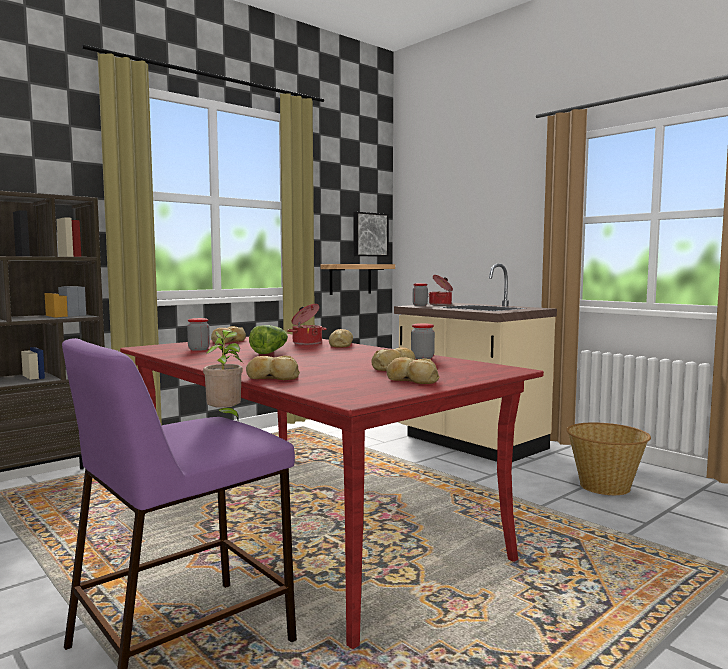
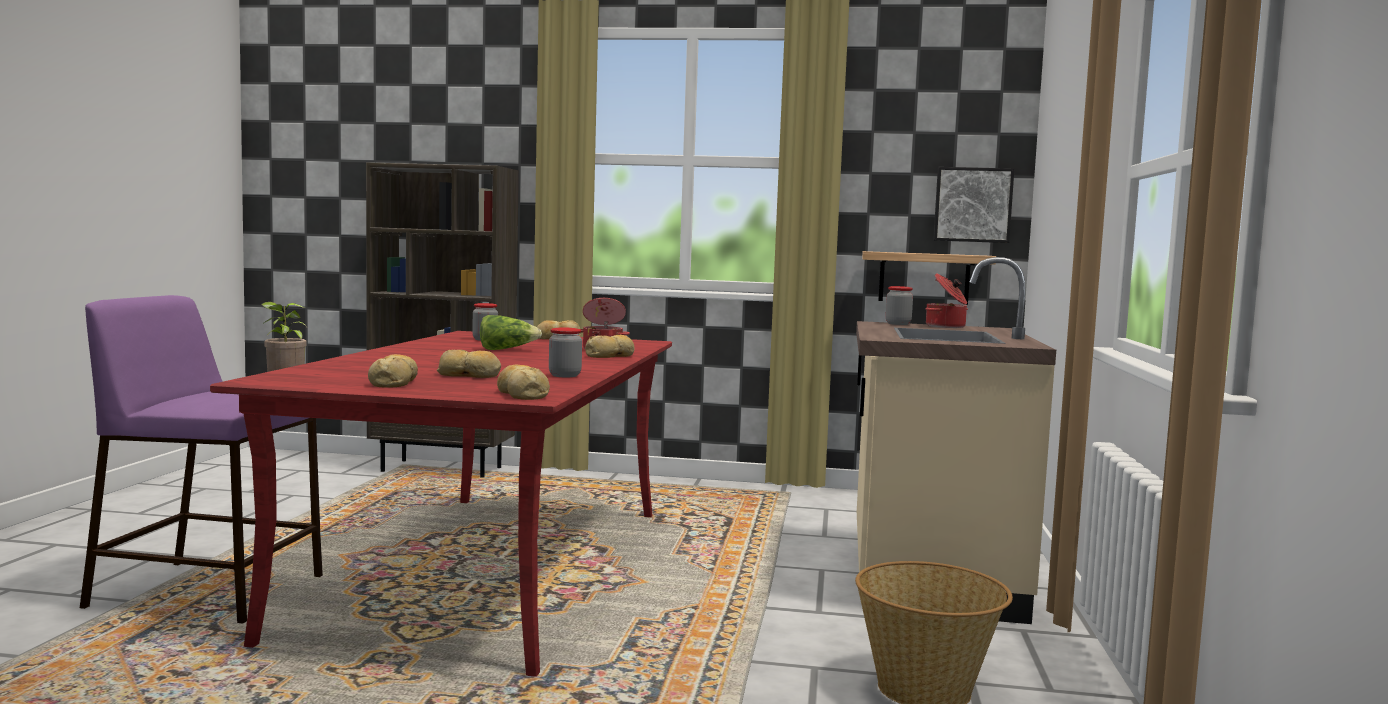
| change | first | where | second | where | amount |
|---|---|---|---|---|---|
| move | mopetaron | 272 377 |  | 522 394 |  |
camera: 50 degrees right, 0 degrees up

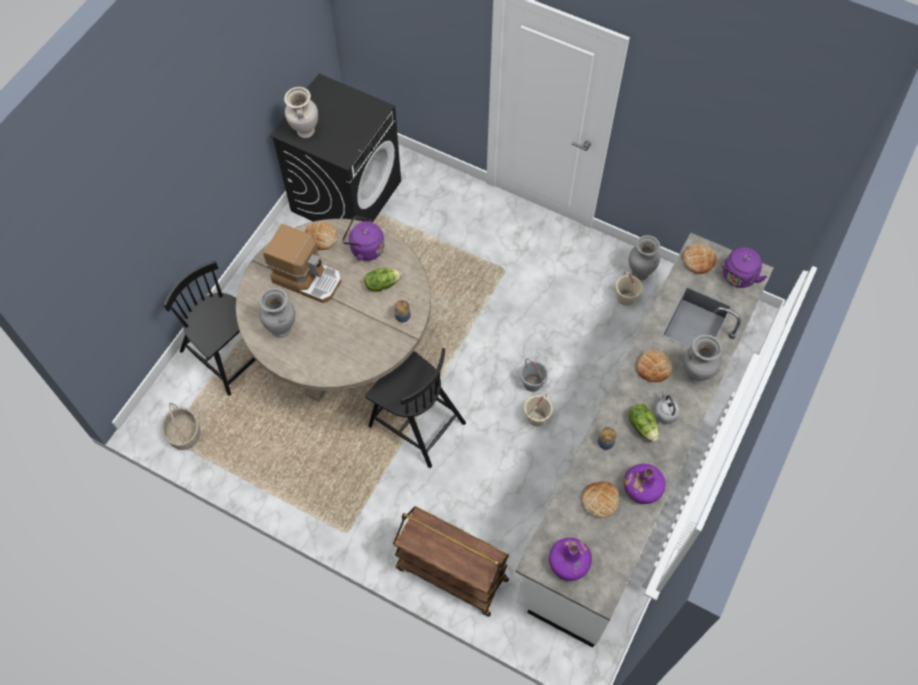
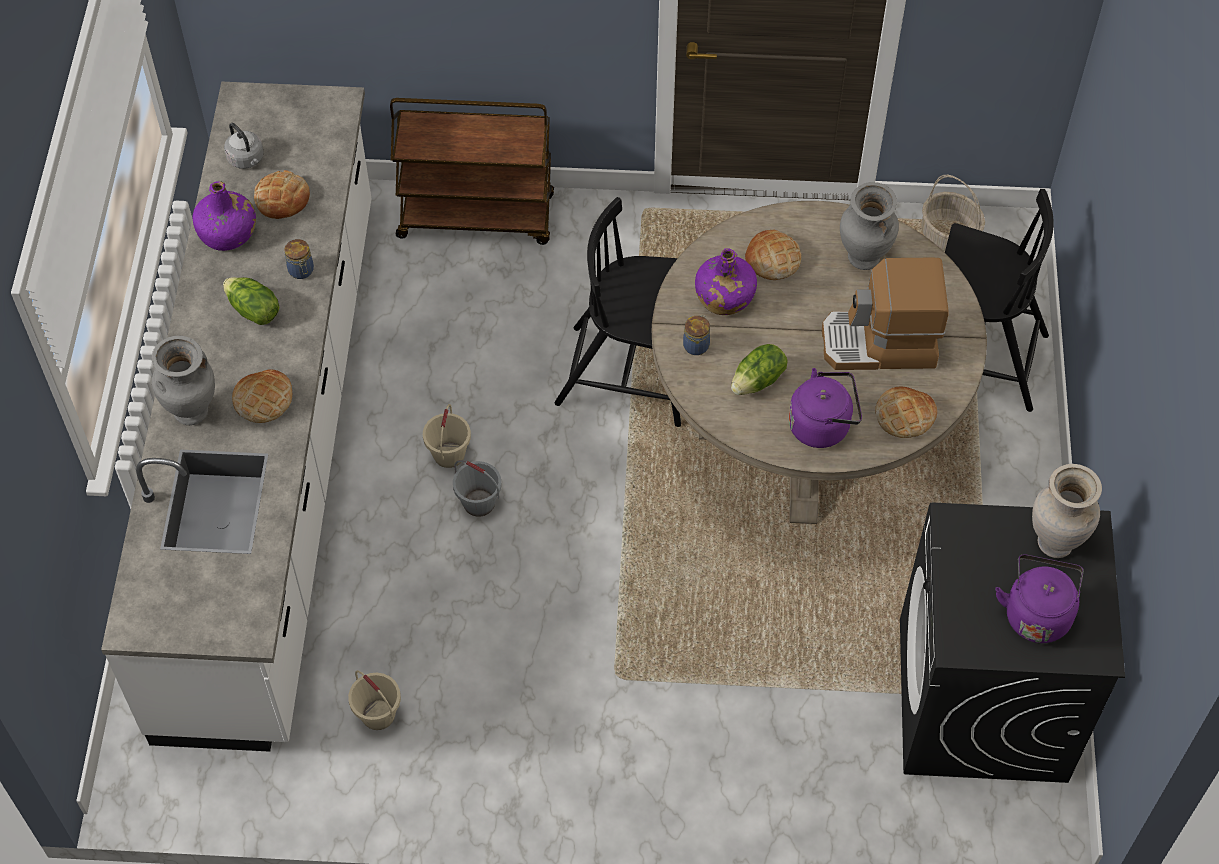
| change | first | where | second | where | amount |
|---|---|---|---|---|---|
| delete | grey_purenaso | 640 273 |  |  |  |
| move | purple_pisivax | 569 563 |  | 723 297 |  |
| move | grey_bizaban | 665 412 |  | 247 159 |  |
| move | mopetaron | 698 260 |  | 772 259 |  |
| move | purple_bizaban | 738 277 |  | 1036 613 |  |
camera: 155 degrees right, 5 degrees down

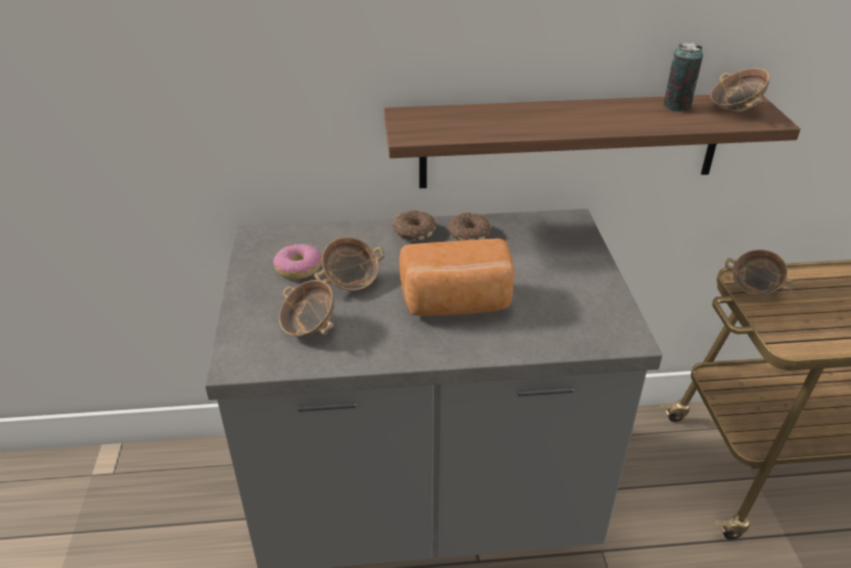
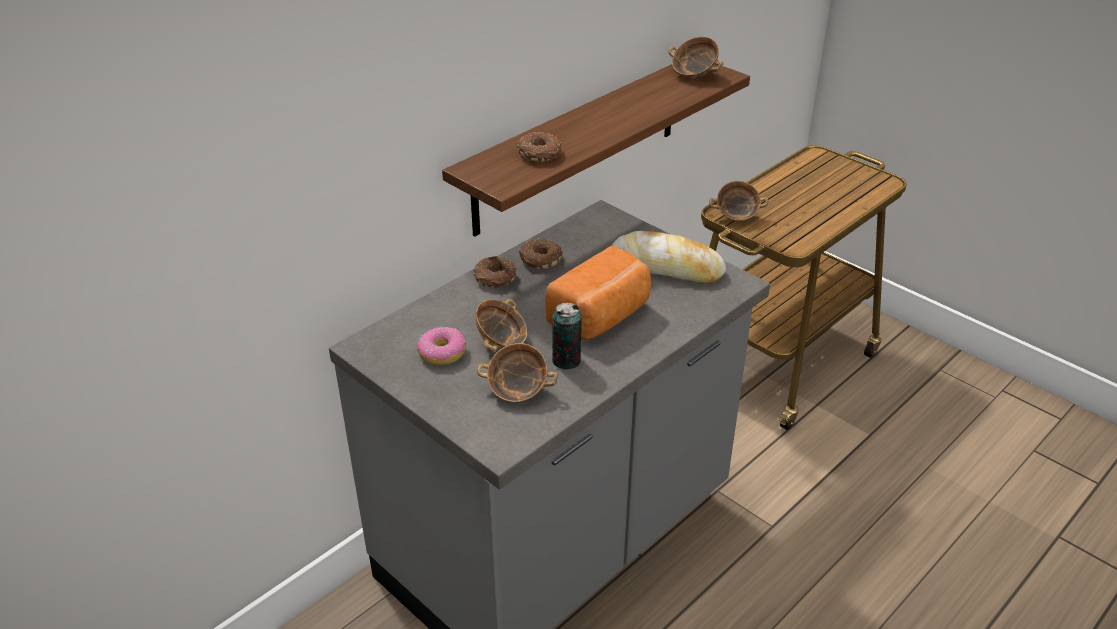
| change | first | where | second | where | amount |
|---|---|---|---|---|---|
| insert |  |  | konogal | 540 154 |  |
| insert |  |  | mopetaron | 666 267 |  |
| move | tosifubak | 677 106 |  | 566 361 |  |
camera: 40 degrees left, 0 degrees up

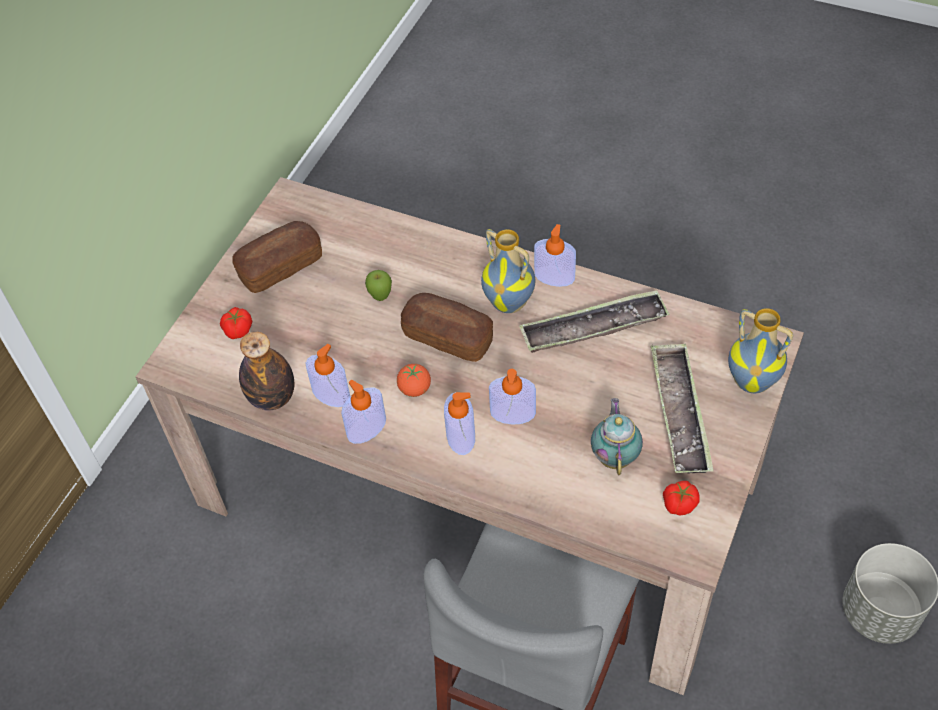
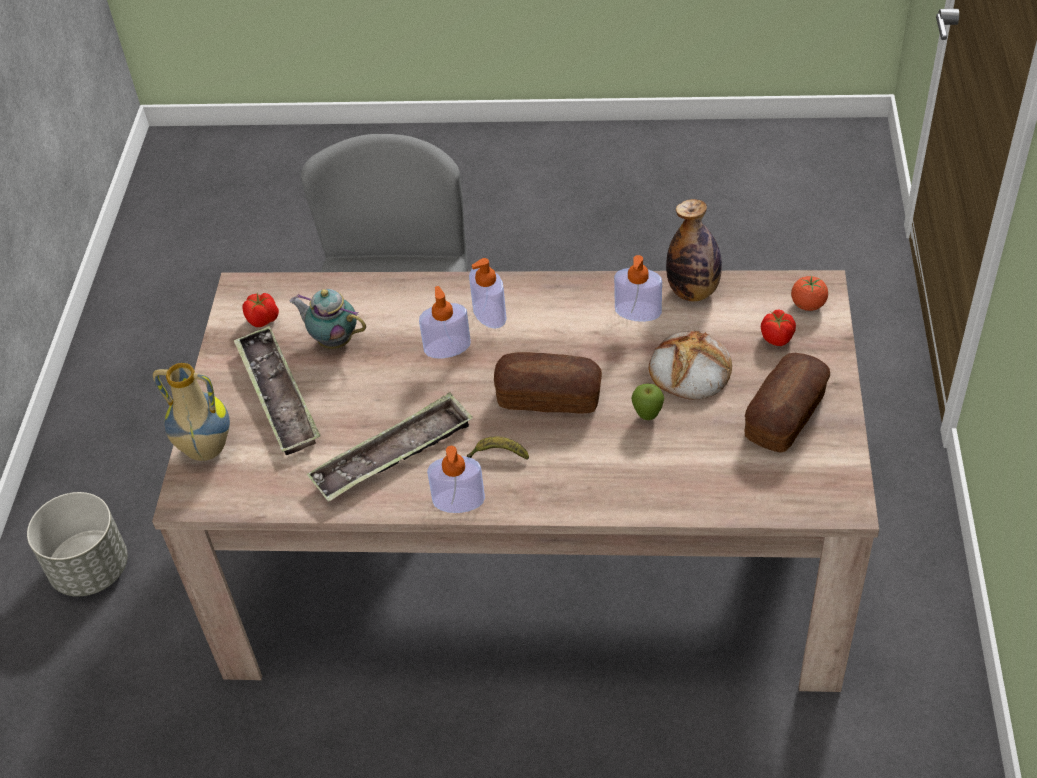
| change | first | where | second | where | amount |
|---|---|---|---|---|---|
| delete | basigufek | 366 428 |  |  |  |
| insert |  |  | mopetaron | 689 370 |  |
| move | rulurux | 415 389 |  | 808 305 |  |
| replace | purenaso | 510 302 | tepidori | 498 455 |  |
| rotate | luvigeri | 615 456 |  | 333 340 | 135 degrees clockwise |
camera: 160 degrees right, 5 degrees down

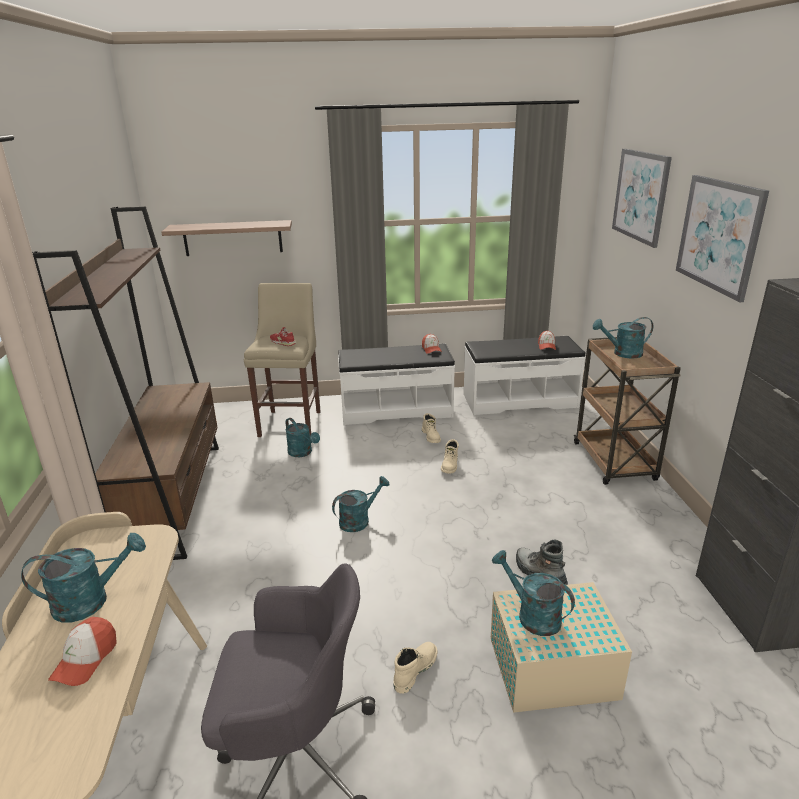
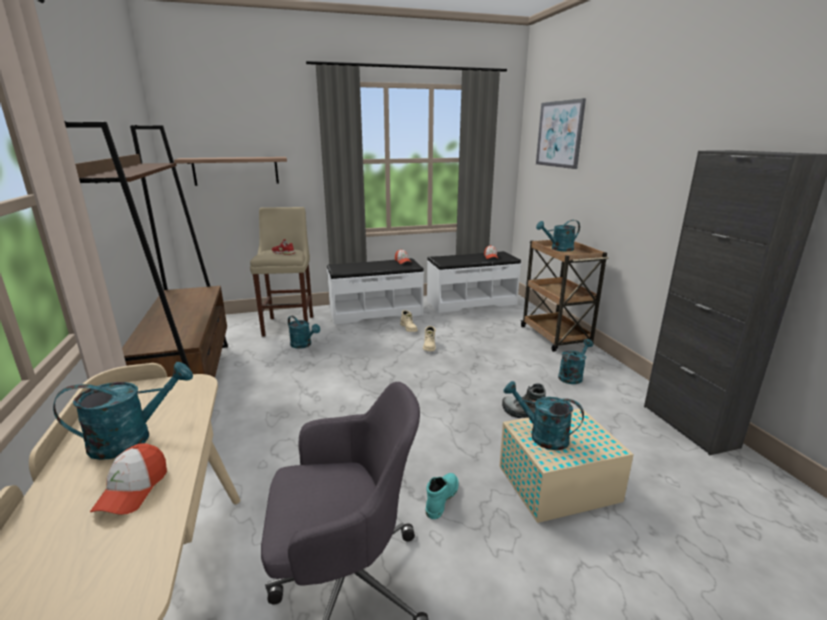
| change | first | where | second | where | amount |
|---|---|---|---|---|---|
| delete | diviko | 719 235 |  |  |  |
| move | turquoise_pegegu | 359 520 |  | 572 376 |  |
| recolor | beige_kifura | 414 669 | turquoise_kifura | 441 498 |  |
camera: 10 degrees left, 5 degrees down

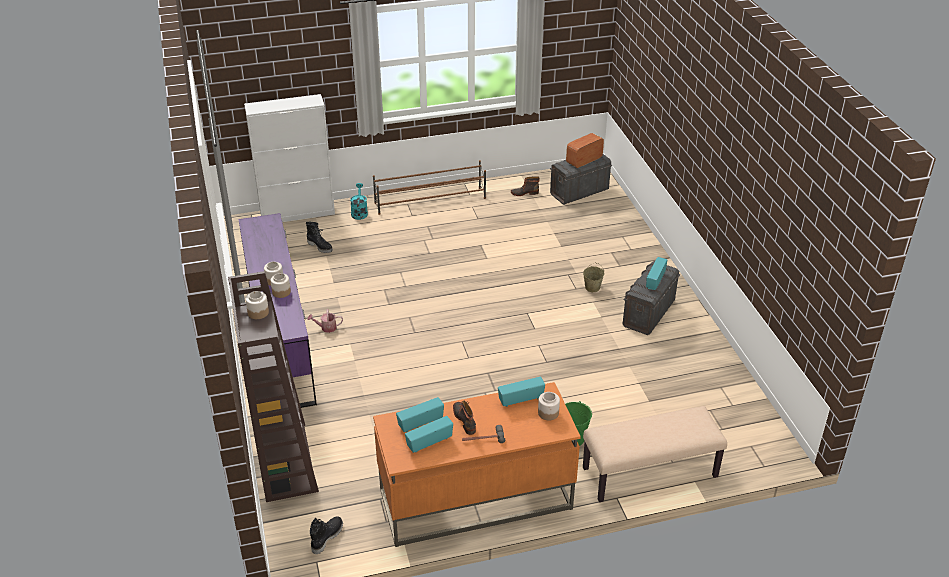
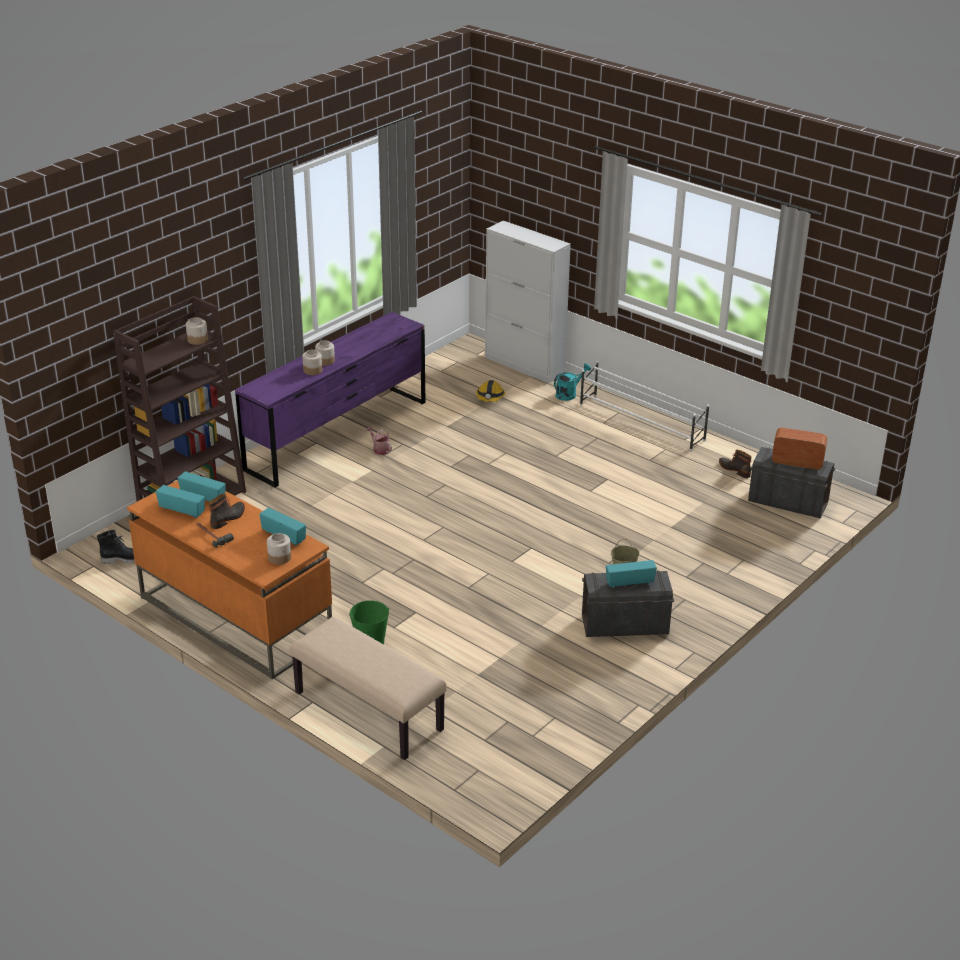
| change | first | where | second | where | amount |
|---|---|---|---|---|---|
| replace | black_kifura | 320 246 | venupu | 490 397 |  |
| recolor | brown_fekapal | 431 201 | white_fekapal | 642 422 |  |
camera: 55 degrees right, 5 degrees down

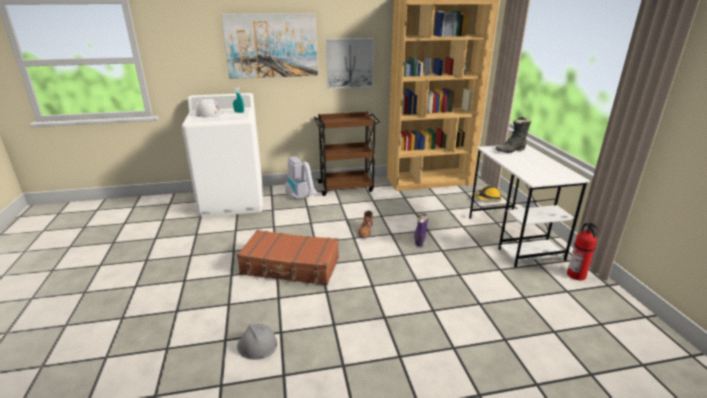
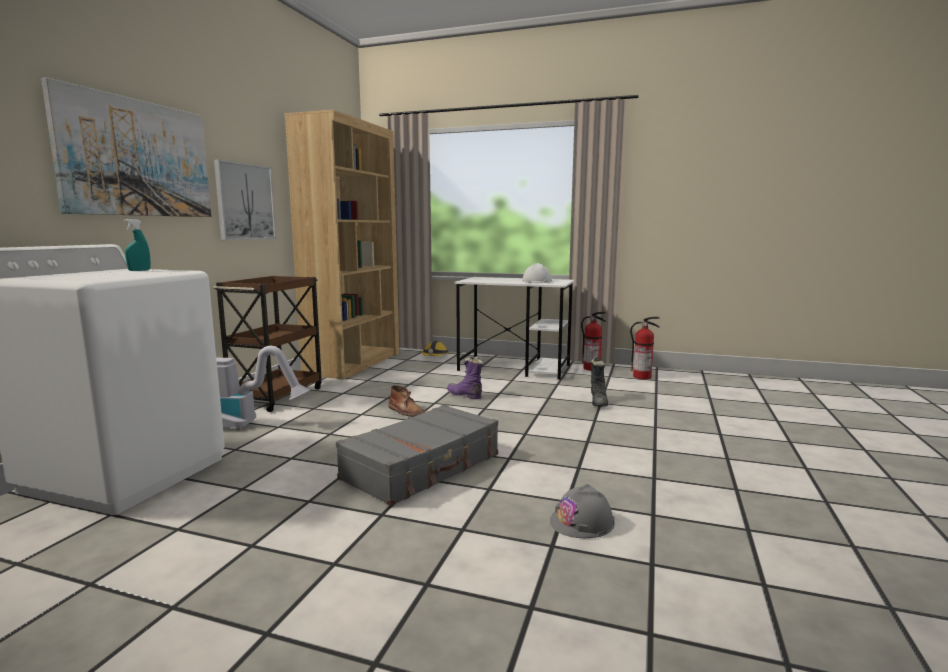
| change | first | where | second | where | amount |
|---|---|---|---|---|---|
| insert |  |  | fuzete | 642 377 |  |
| move | white_venupu | 209 114 |  | 536 281 |  |
| move | black_kifura | 511 150 |  | 599 402 |  |
| recolor | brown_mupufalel | 290 266 | grey_mupufalel | 423 467 |  |
camera: 60 degrees left, 15 degrees down

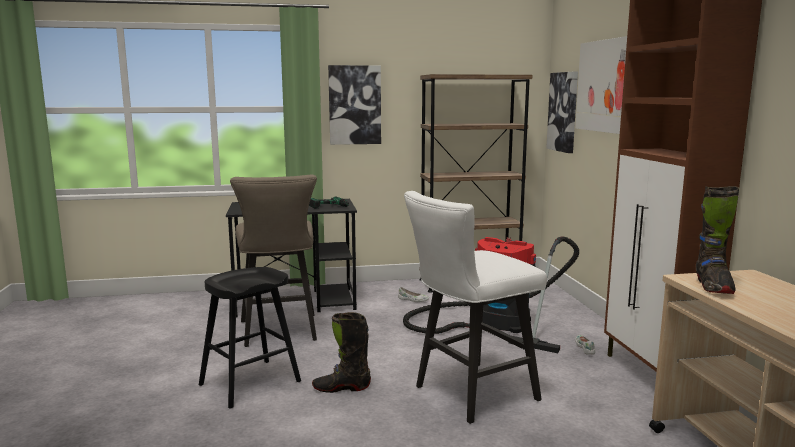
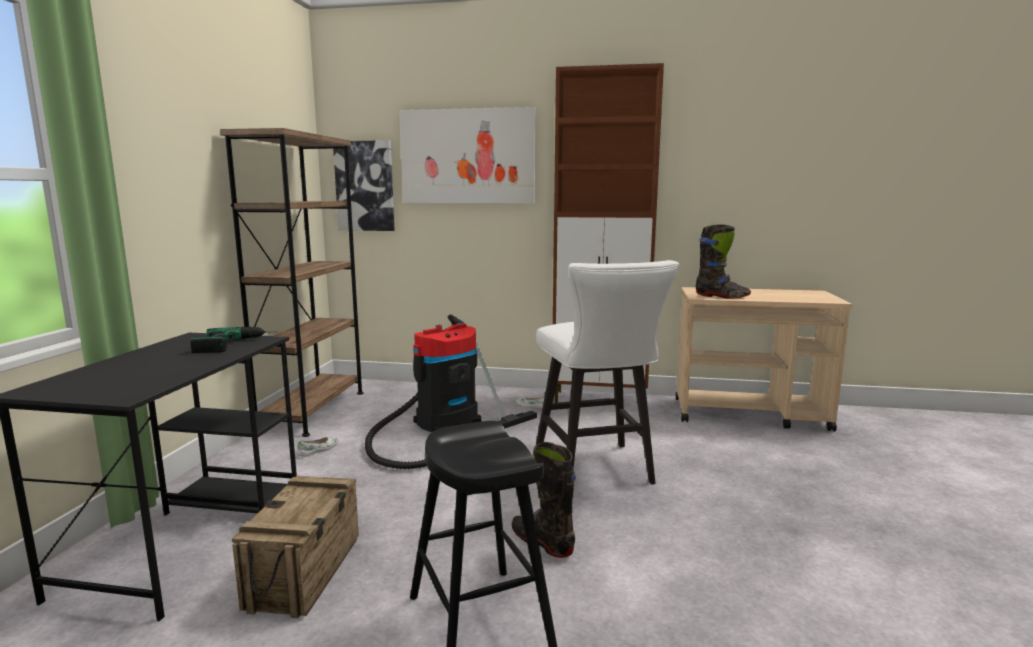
| change | first | where | second | where | amount |
|---|---|---|---|---|---|
| delete | diviko | 354 105 |  |  |  |
| replace | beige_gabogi | 279 333 | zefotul | 306 572 |  |
| rotate | black_kifura | 341 388 |  | 542 542 | 120 degrees clockwise |
camera: 70 degrees left, 0 degrees up

